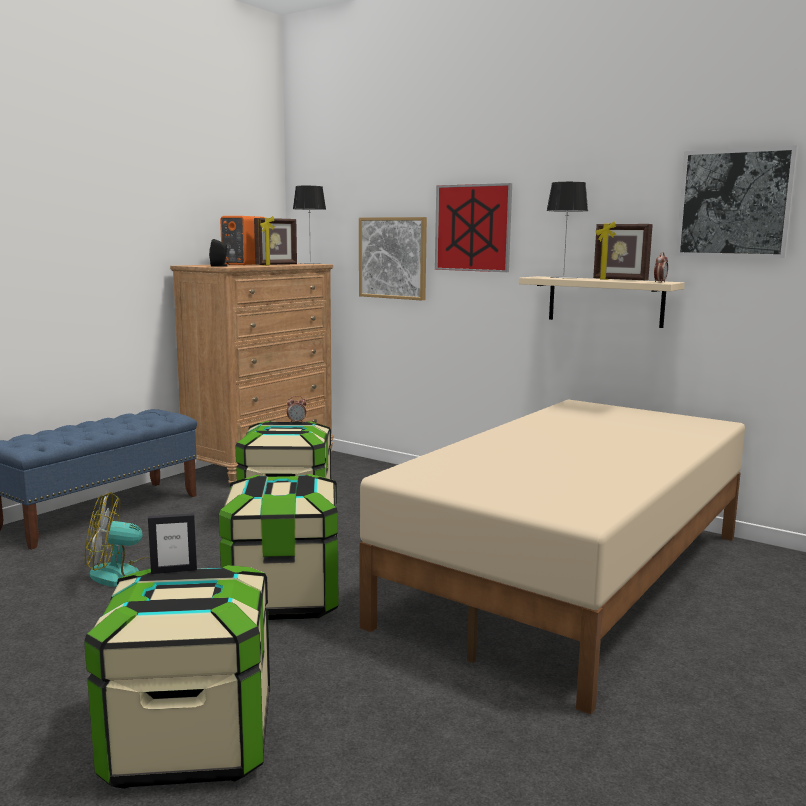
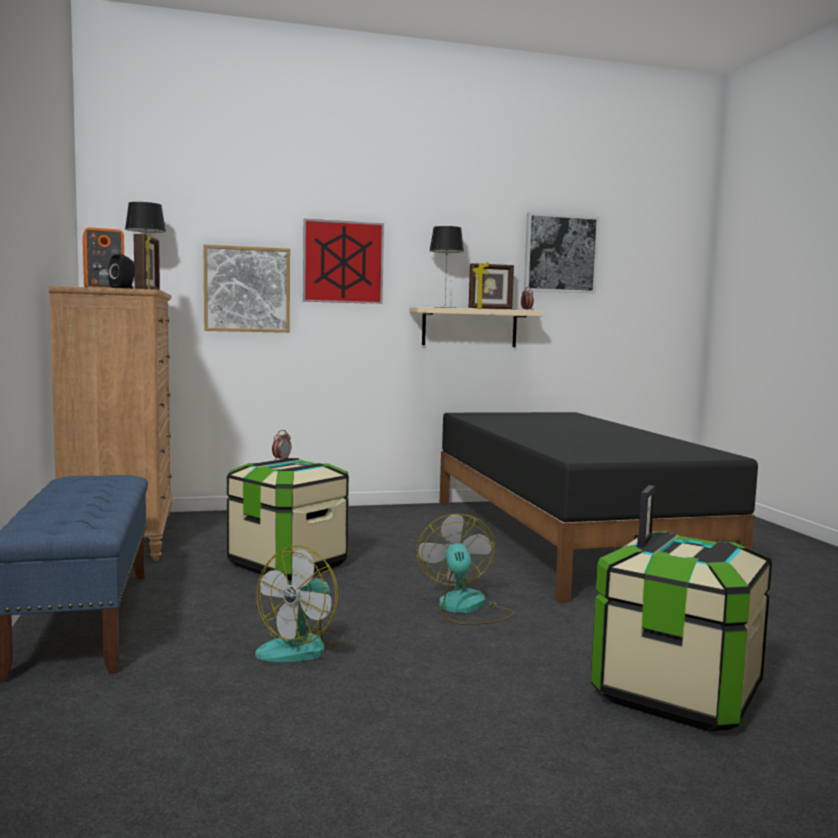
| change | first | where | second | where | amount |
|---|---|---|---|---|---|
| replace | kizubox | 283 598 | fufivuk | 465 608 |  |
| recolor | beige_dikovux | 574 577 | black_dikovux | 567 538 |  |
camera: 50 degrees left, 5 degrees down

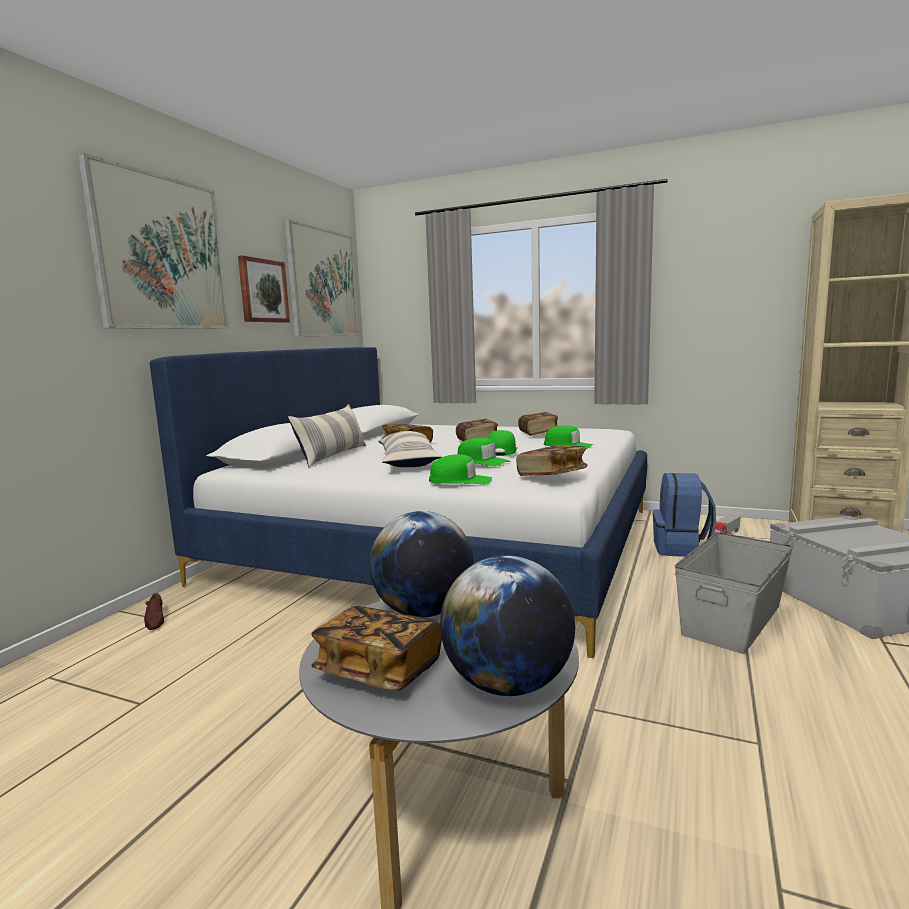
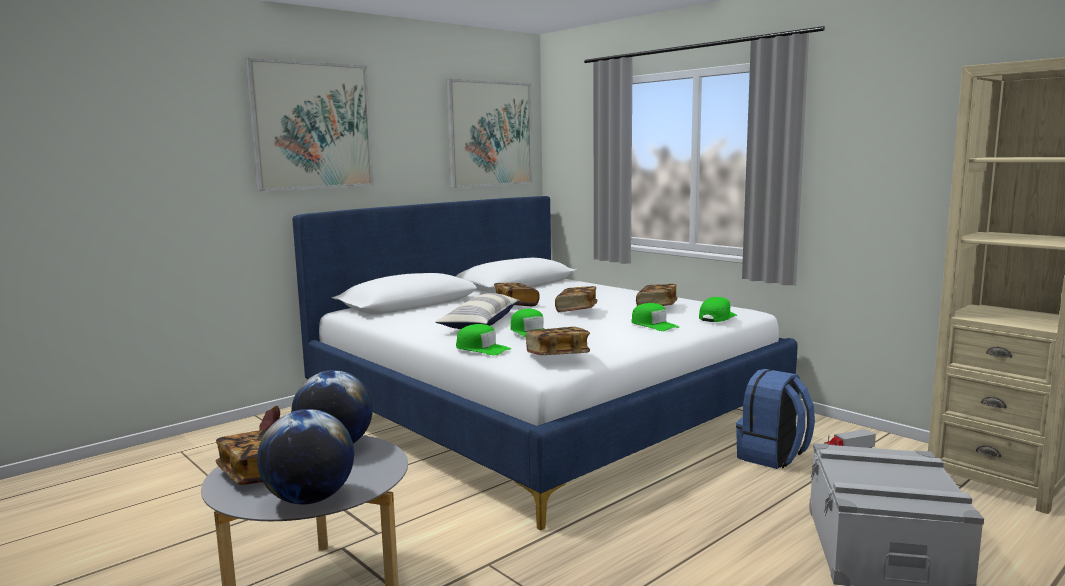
| change | first | where | second | where | amount |
|---|---|---|---|---|---|
| delete | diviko | 263 291 |  |  |  |
| delete | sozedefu | 333 456 |  |  |  |
| delete | grey_kizubox | 733 619 |  |  |  |
| move | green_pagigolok | 501 451 |  | 717 317 |  |
camera: 25 degrees right, 0 degrees up

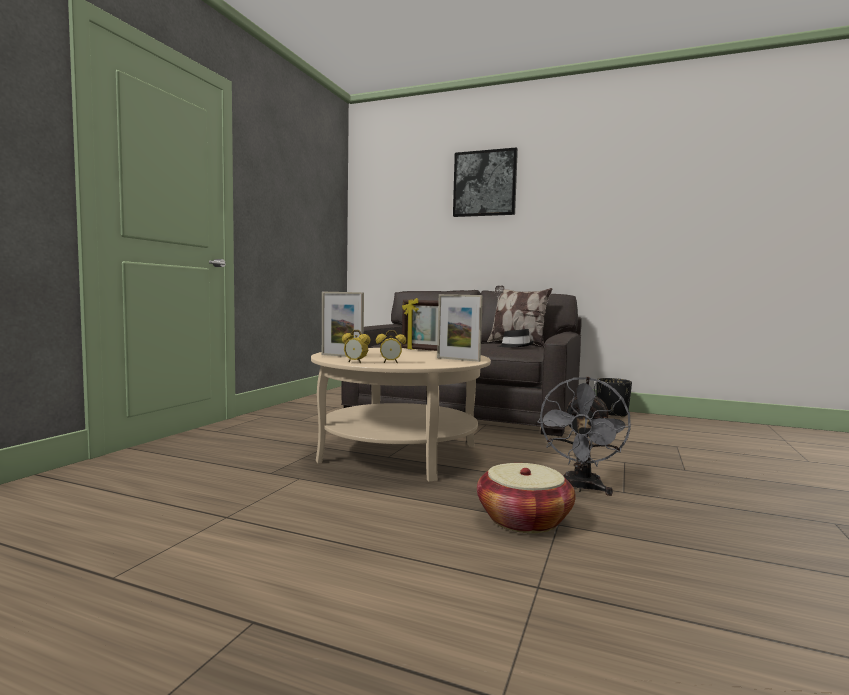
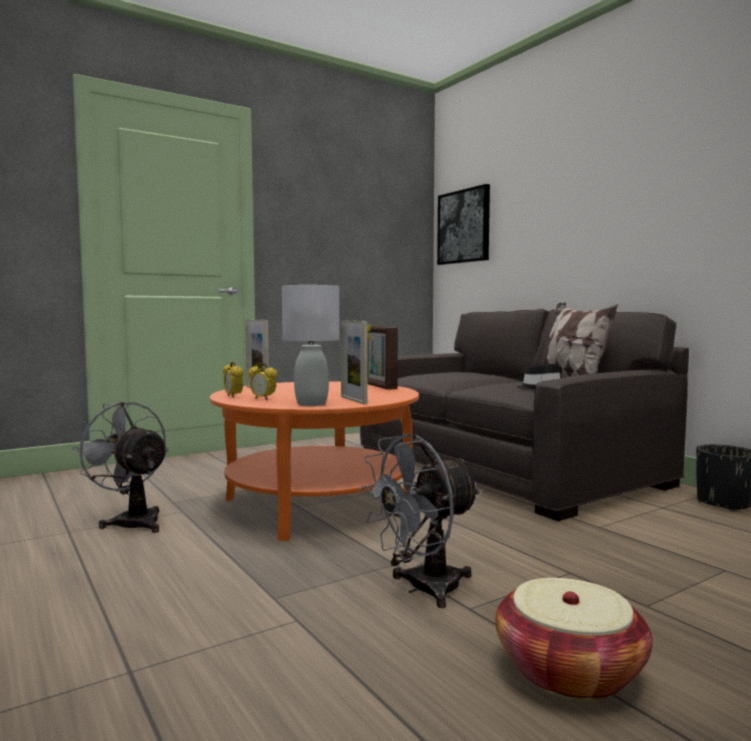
| change | first | where | second | where | amount |
|---|---|---|---|---|---|
| insert |  |  | grey_fufivuk | 132 521 |  |
| insert |  |  | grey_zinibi | 312 404 |  |
| move | diviko | 485 183 |  | 464 226 |  |
| move | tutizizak | 524 520 |  | 569 671 |  |
| recolor | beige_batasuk | 400 453 | orange_batasuk | 317 505 |  |
camera: 35 degrees right, 0 degrees up

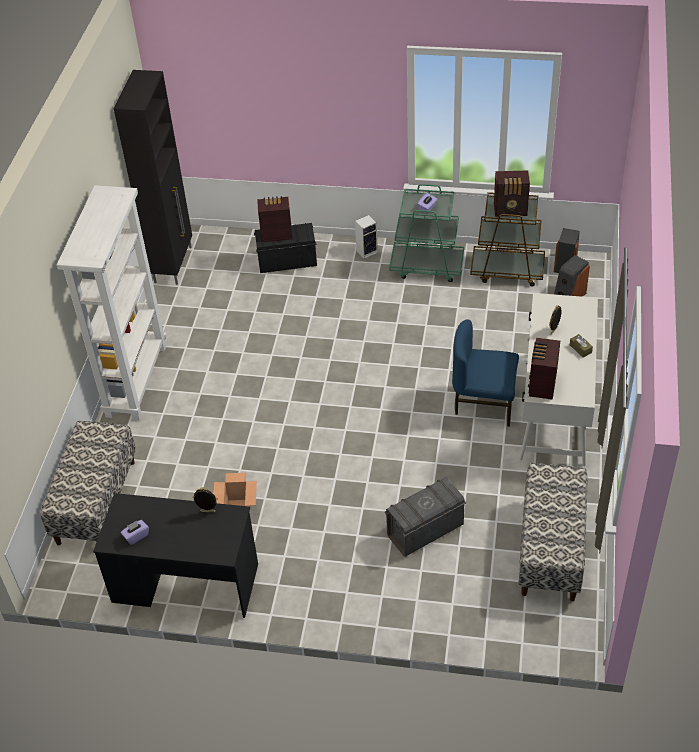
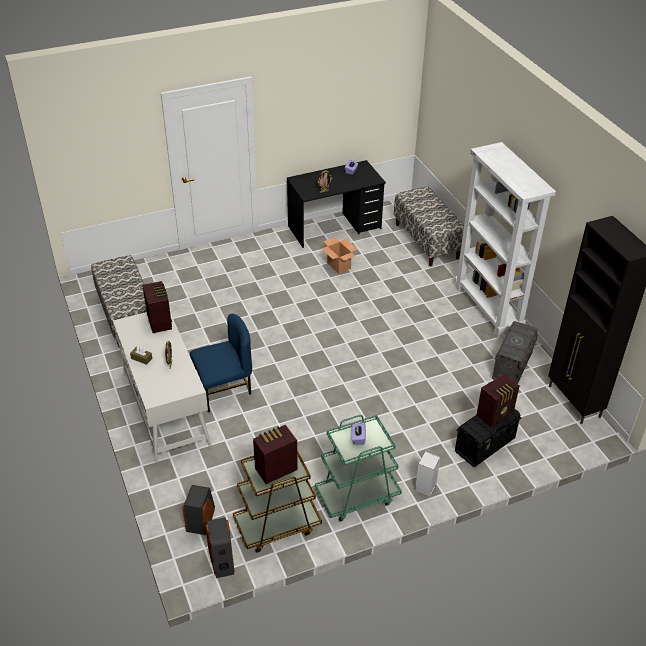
| change | first | where | second | where | amount |
|---|---|---|---|---|---|
| move | grey_kizubox | 424 530 |  | 512 366 |  |
camera: 145 degrees right, 5 degrees down

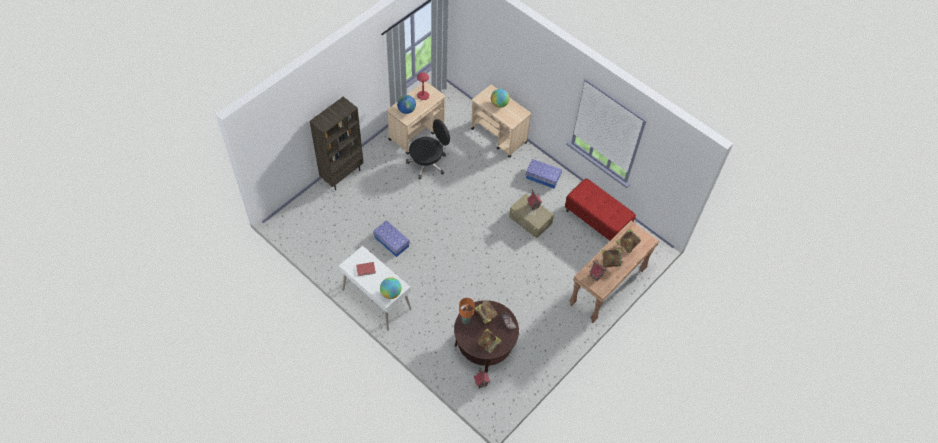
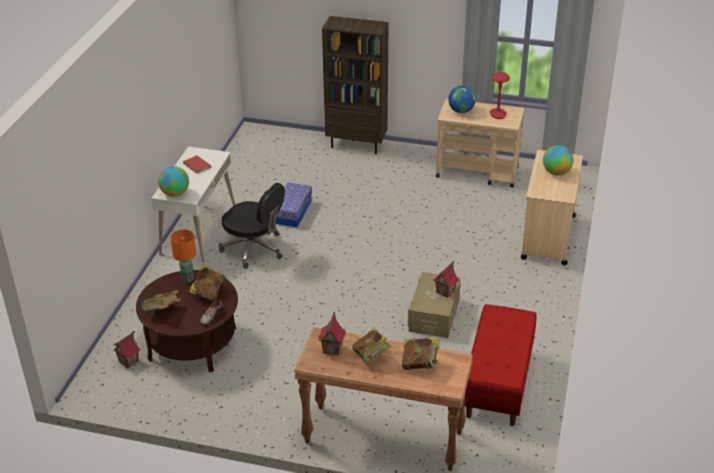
| change | first | where | second | where | amount |
|---|---|---|---|---|---|
| delete | kizubox | 543 177 |  |  |  |
| move | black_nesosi | 428 163 |  | 254 249 |  |
camera: 65 degrees right, 20 degrees down

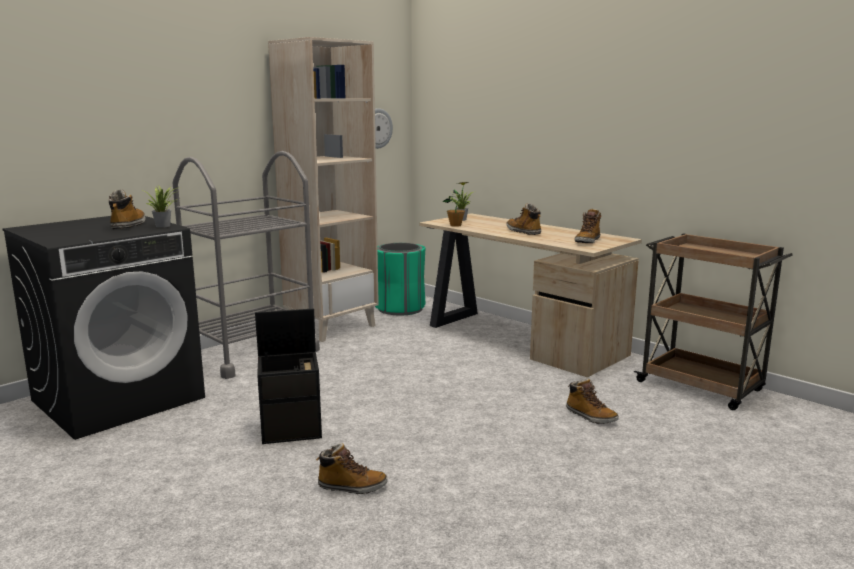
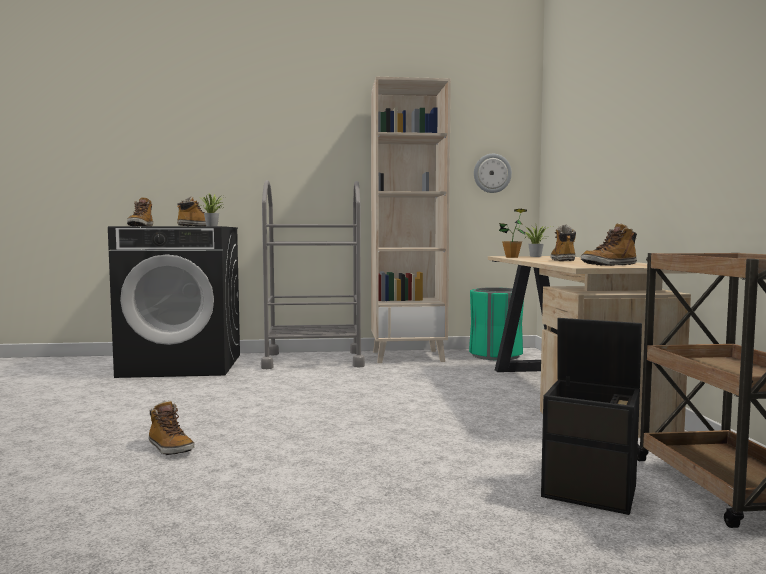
| change | first | where | second | where | amount |
|---|---|---|---|---|---|
| move | black_kizubox | 292 429 |  | 591 491 |  |
| move | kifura | 590 416 |  | 140 226 |  |
camera: 40 degrees right, 10 degrees down

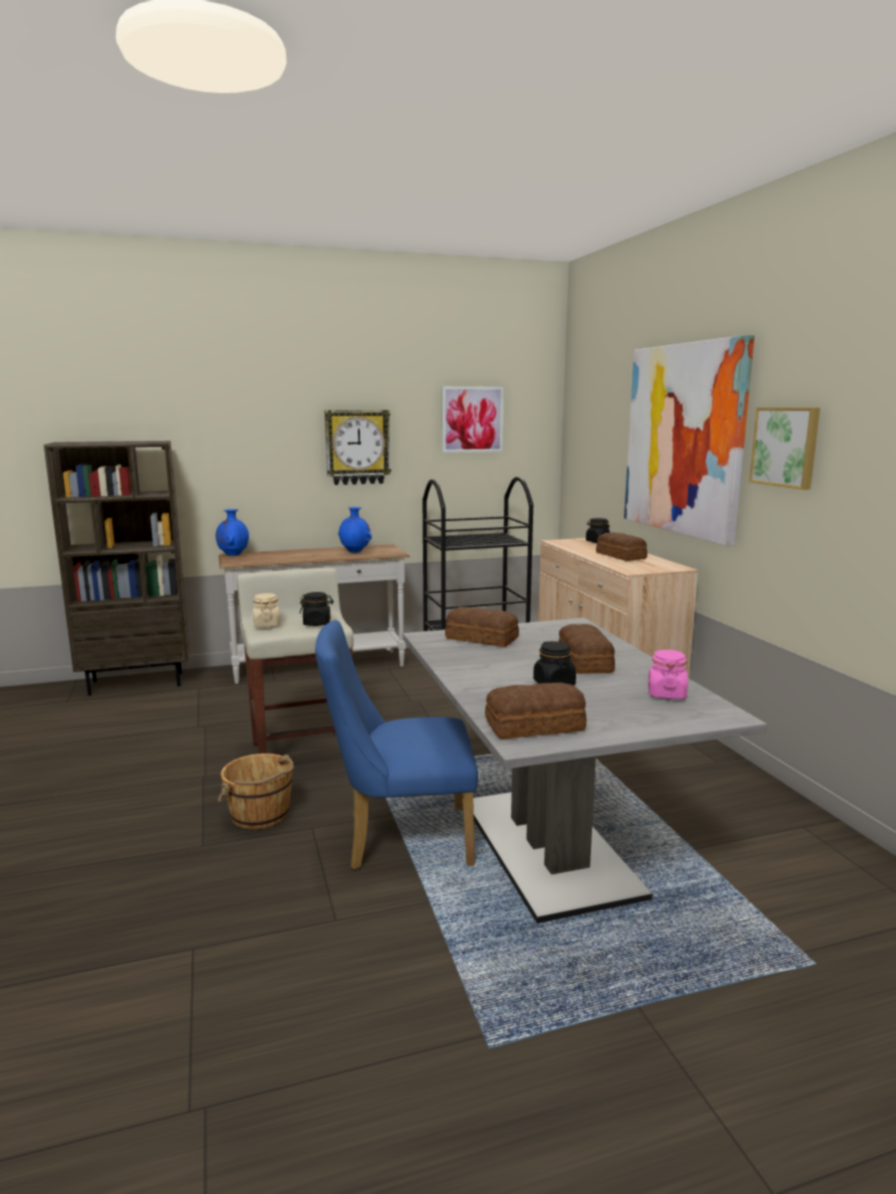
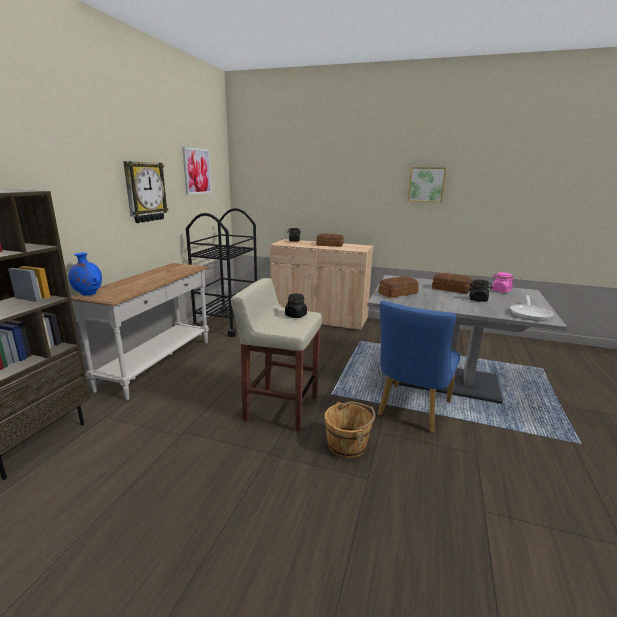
| change | first | where | second | where | amount |
|---|---|---|---|---|---|
| delete | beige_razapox | 266 625 |  |  |  |
| delete | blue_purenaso | 355 551 |  |  |  |
| delete | diviko | 683 439 |  |  |  |
| replace | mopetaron | 536 726 | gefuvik | 530 313 |  |
camera: 55 degrees left, 5 degrees up

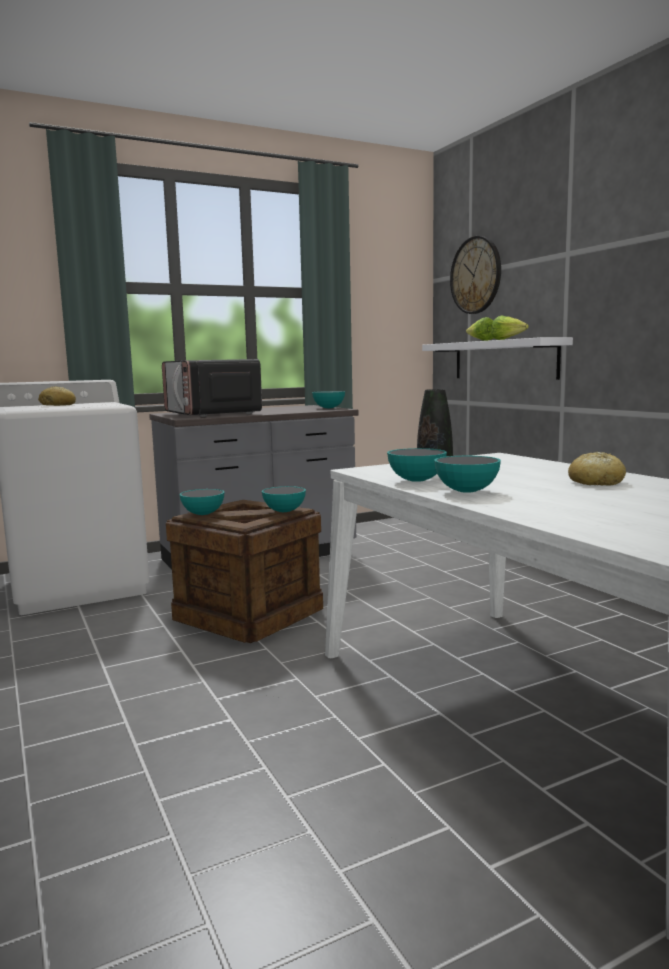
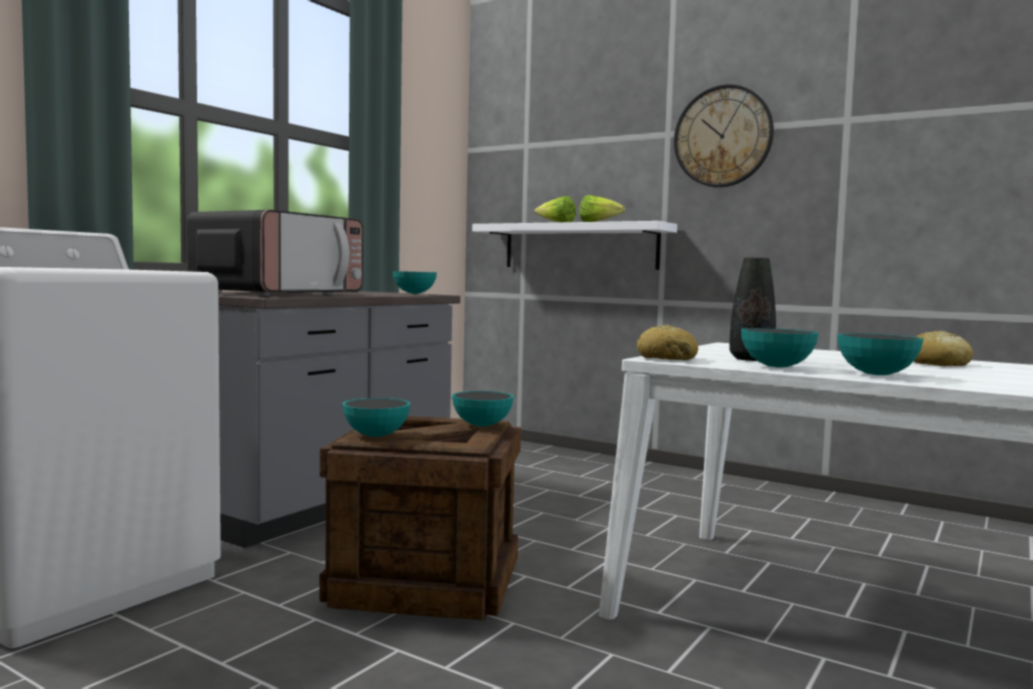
| change | first | where | second | where | amount |
|---|---|---|---|---|---|
| move | mopetaron | 58 405 |  | 667 358 |  |
| move | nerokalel | 476 275 |  | 723 136 |  |
| rotate | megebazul | 212 414 |  | 279 294 | 90 degrees counterclockwise |
camera: 30 degrees left, 5 degrees down

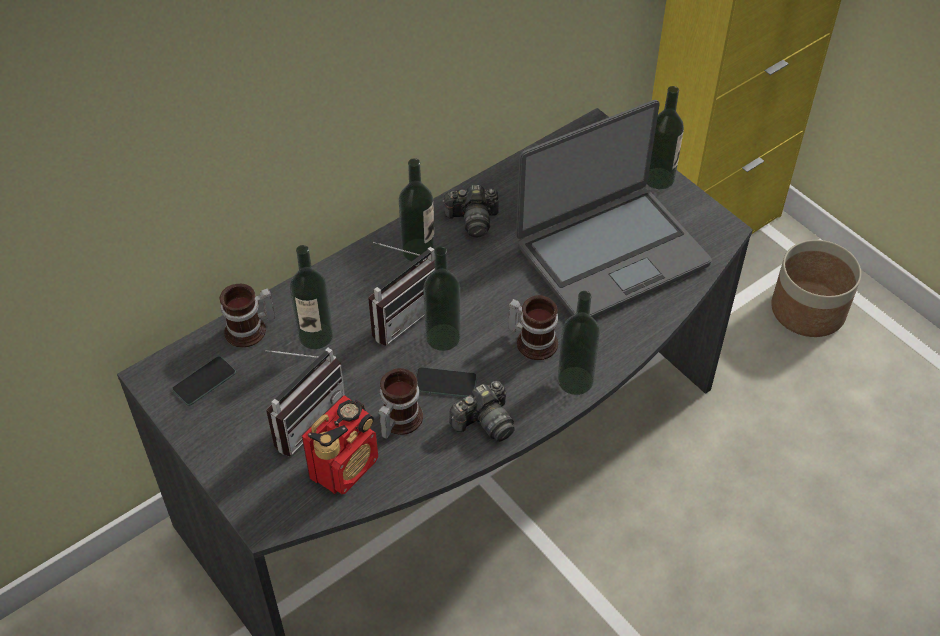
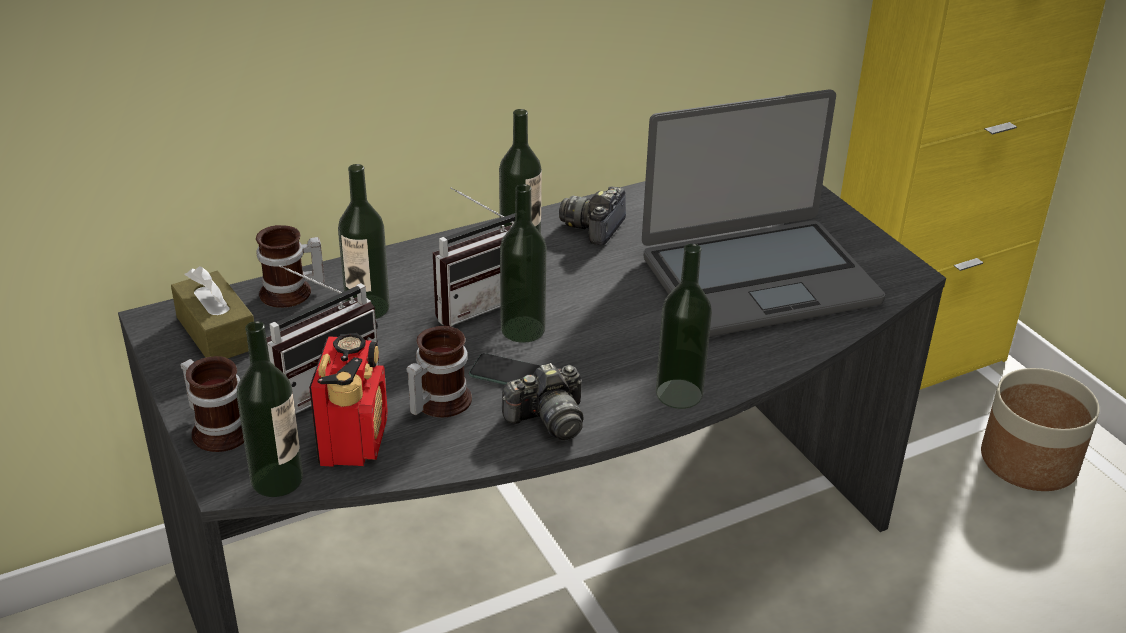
| change | first | where | second | where | amount |
|---|---|---|---|---|---|
| move | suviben | 534 340 |  | 220 428 |  |
| move | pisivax | 658 178 |  | 277 479 |  |
| replace | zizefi | 204 381 | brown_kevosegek | 216 332 |  |
| rotate | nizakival | 345 467 |  | 354 439 | 45 degrees counterclockwise |
| rotate | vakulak | 472 220 |  | 595 227 | 105 degrees clockwise |
camera: 10 degrees right, 15 degrees down

